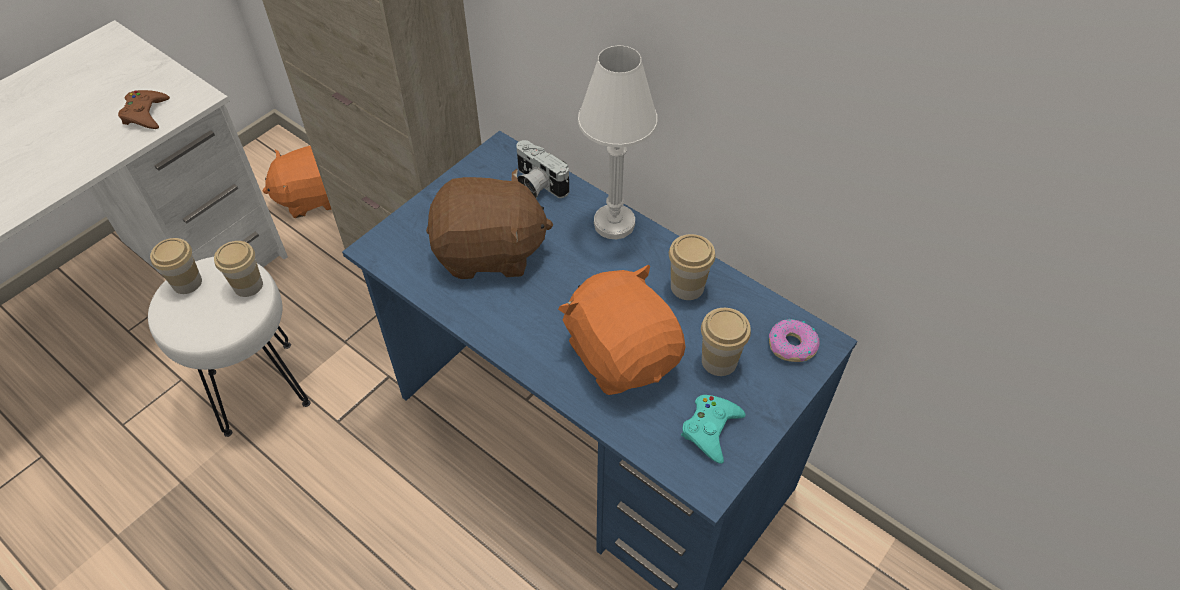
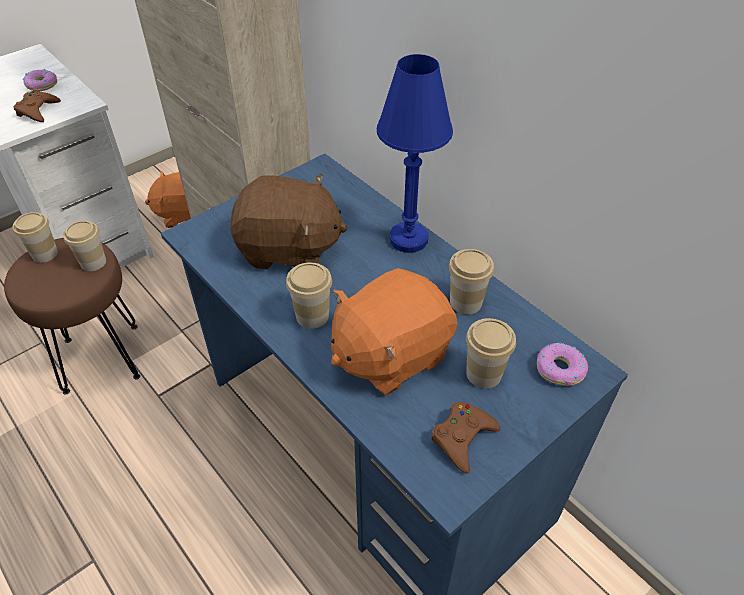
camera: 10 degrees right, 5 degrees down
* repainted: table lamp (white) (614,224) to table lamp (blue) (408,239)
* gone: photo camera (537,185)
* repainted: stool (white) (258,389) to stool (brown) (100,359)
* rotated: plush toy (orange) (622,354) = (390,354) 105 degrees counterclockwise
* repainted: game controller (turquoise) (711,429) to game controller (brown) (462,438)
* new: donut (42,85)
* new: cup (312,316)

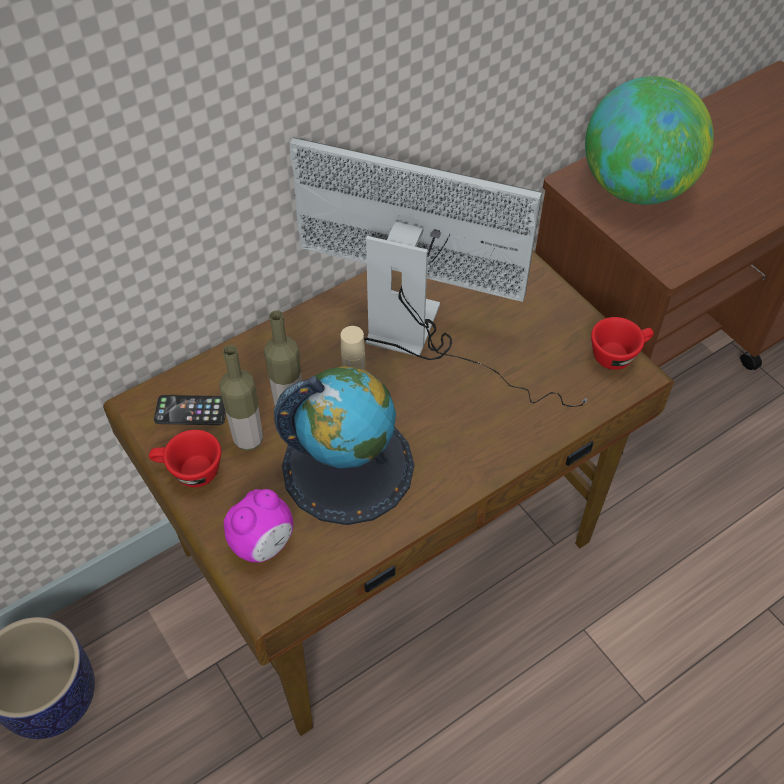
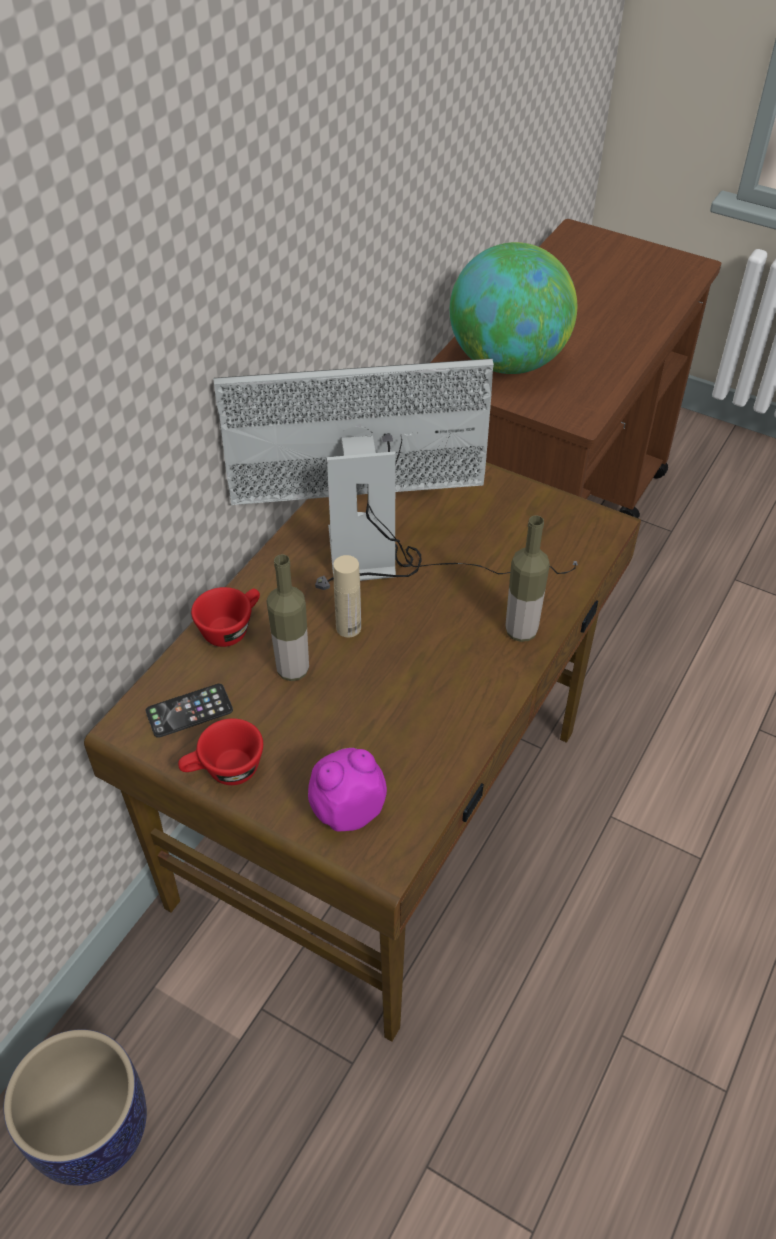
camera: 25 degrees left, 5 degrees down
* shifted: cup (red) (618,354) to (231,628)
* shifted: bottle (248,440) to (521,631)
* gone: globe (348,466)
* rotated: alarm clock (263,544) = (347,810) 135 degrees counterclockwise

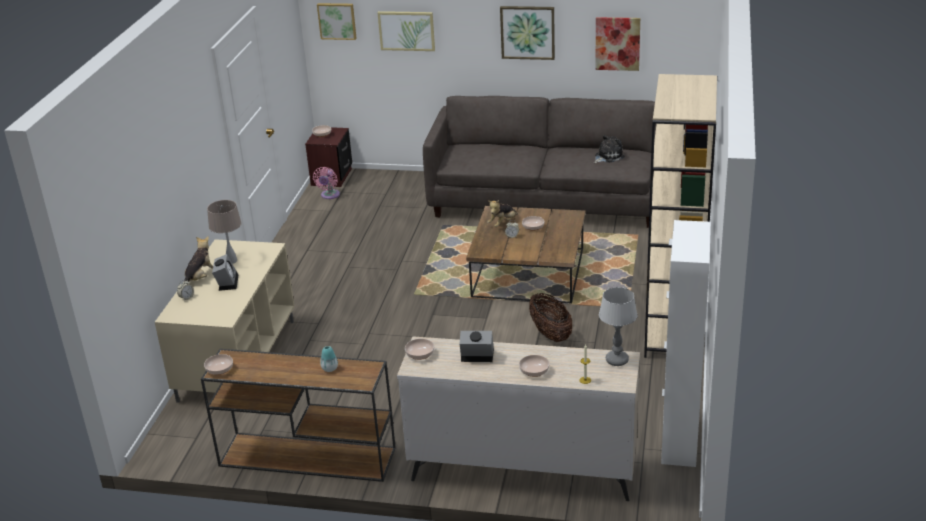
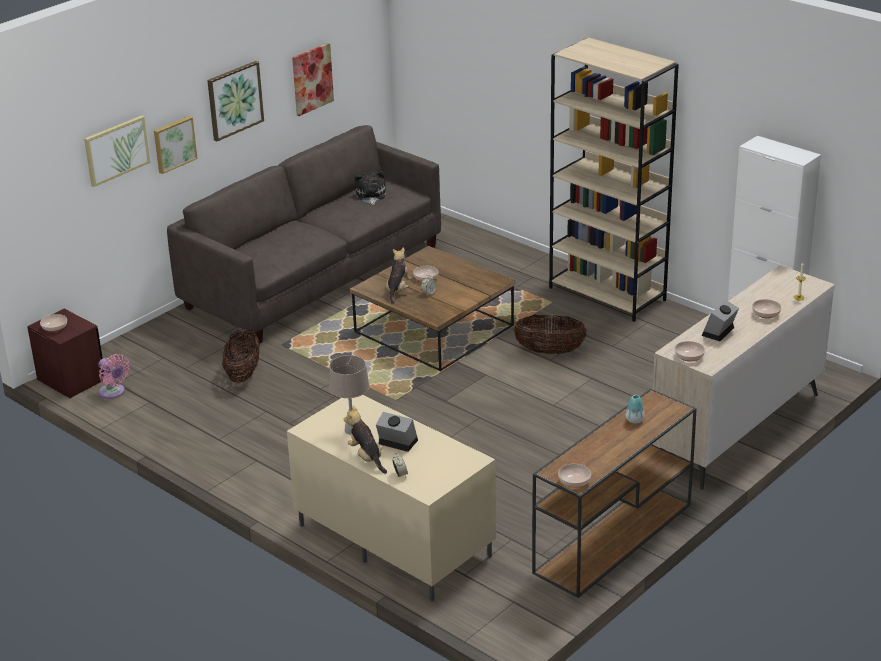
camera: 60 degrees left, 0 degrees up
* shifted: picture (337,20) to (174,144)
* rotated: plush toy (502,223) = (398,290) 150 degrees counterclockwise
* gone: table lamp (617,360)
* new: basket (243,373)

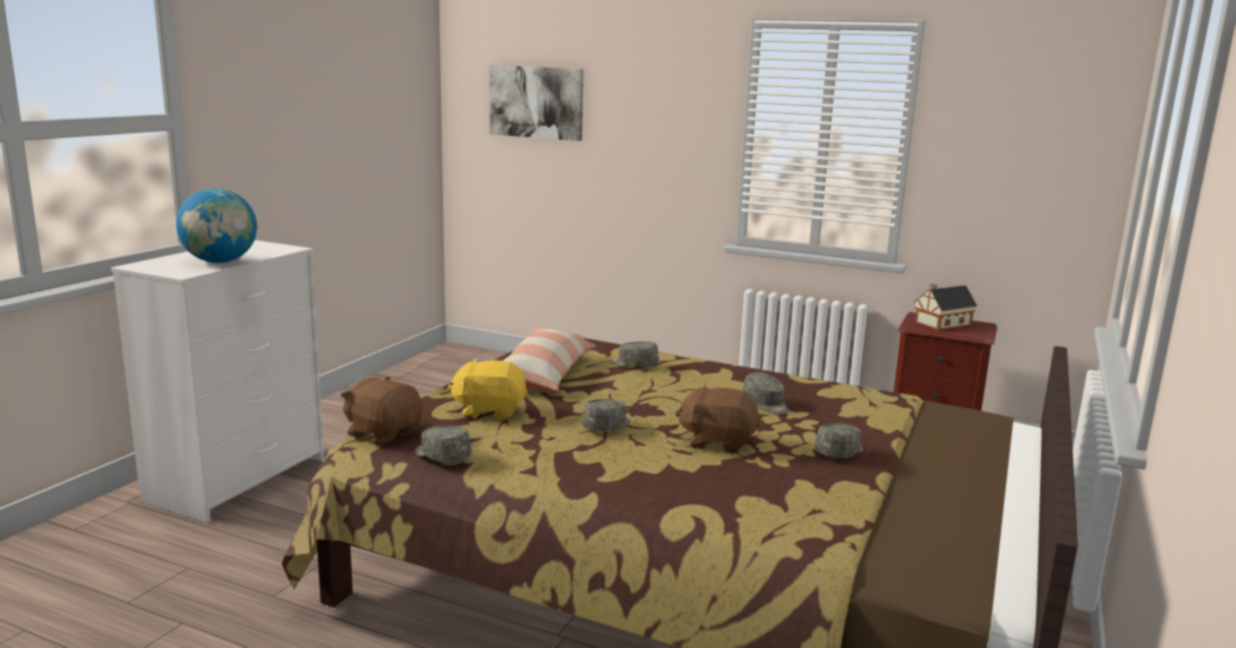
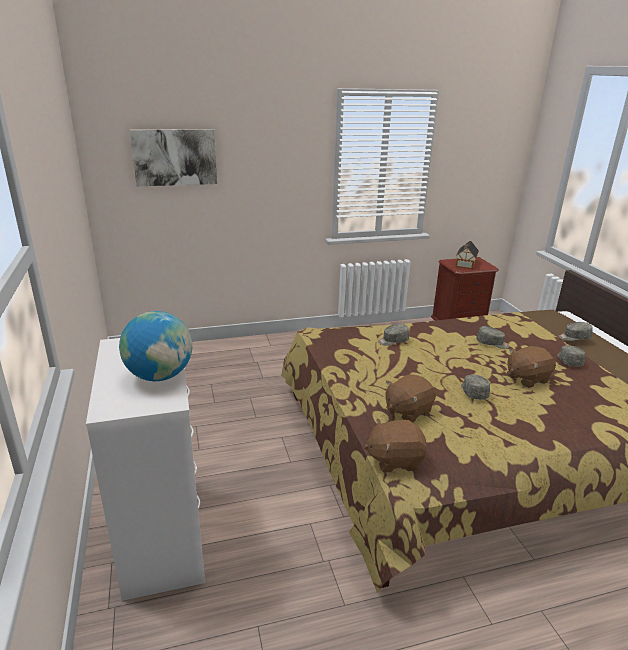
camera: 40 degrees left, 10 degrees up
* gone: pillow (544,374)
* repainted: plush toy (yellow) (489,412) to plush toy (brown) (407,411)
* shifted: cap (grey) (441,456) to (574,337)

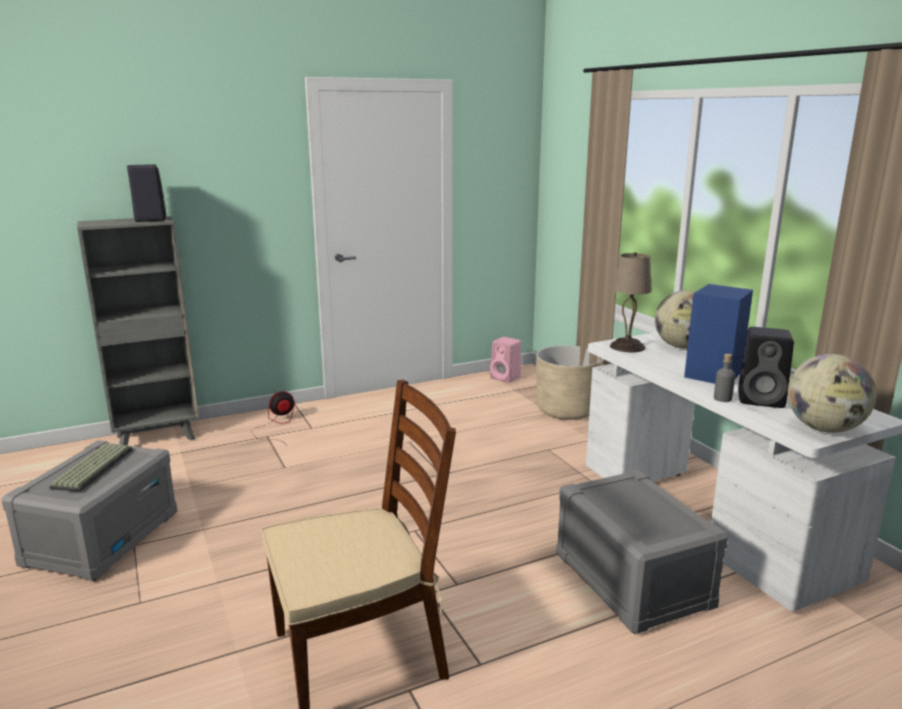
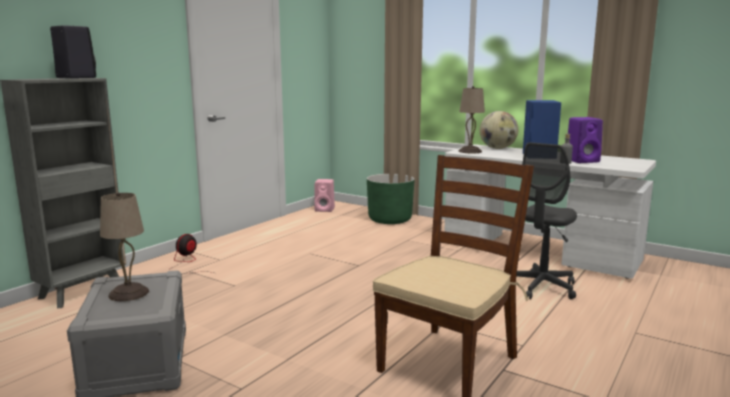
camera: 30 degrees left, 5 degrees down
* repainted: speaker (black) (762,399) to speaker (purple) (583,160)
* repainted: planter (beige) (566,410) to planter (green) (390,219)
* gone: globe (824,429)
* swapped: keyboard (92,468) to table lamp (beige) (128,293)
* swapped: storage box (grey) (631,580) to office chair (grey) (541,287)

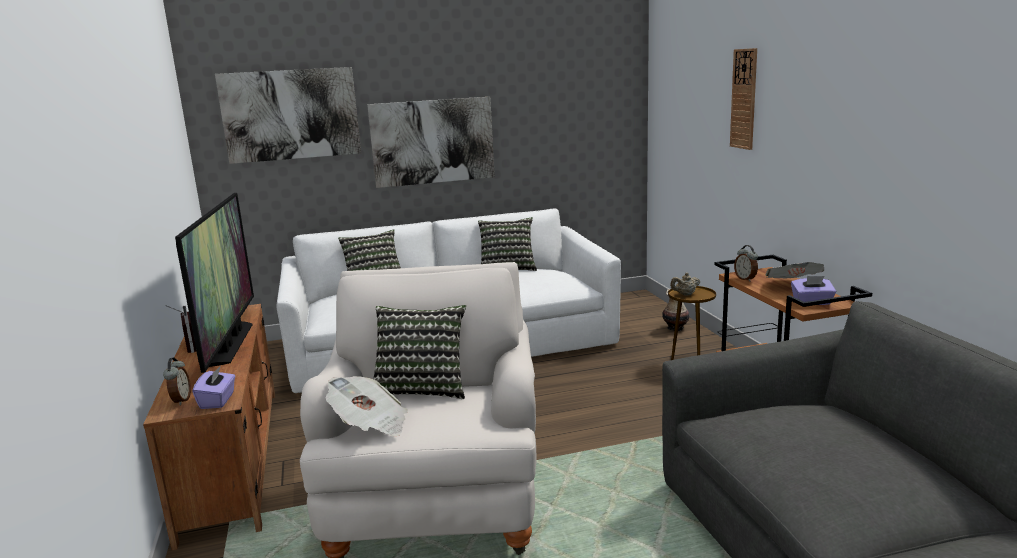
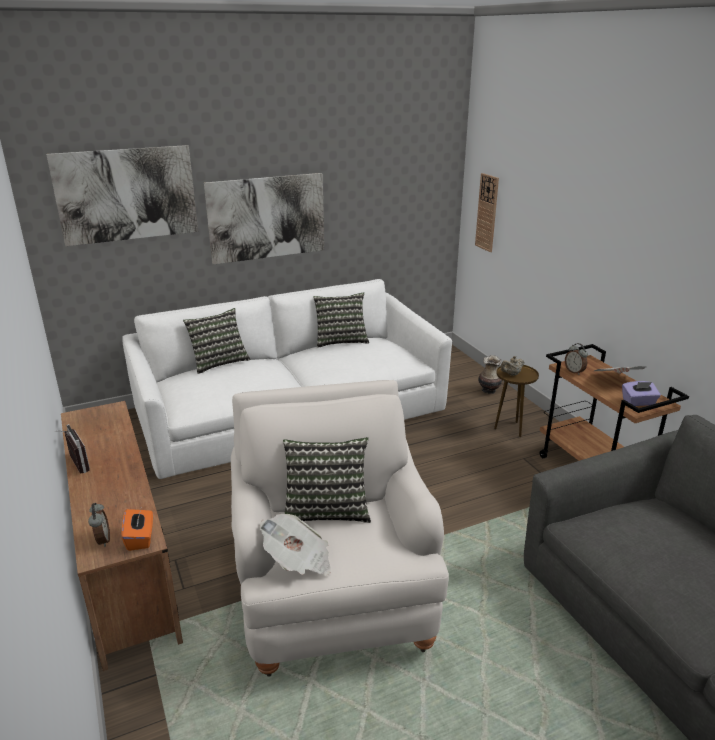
camera: 10 degrees left, 10 degrees up
* shifted: wall clock (744,99) to (487,212)
* gone: television (230,343)
* repainted: tissue box (purple) (218,400) to tissue box (orange) (140,538)

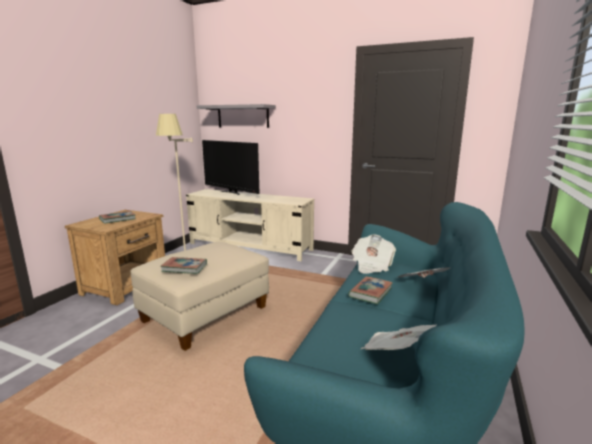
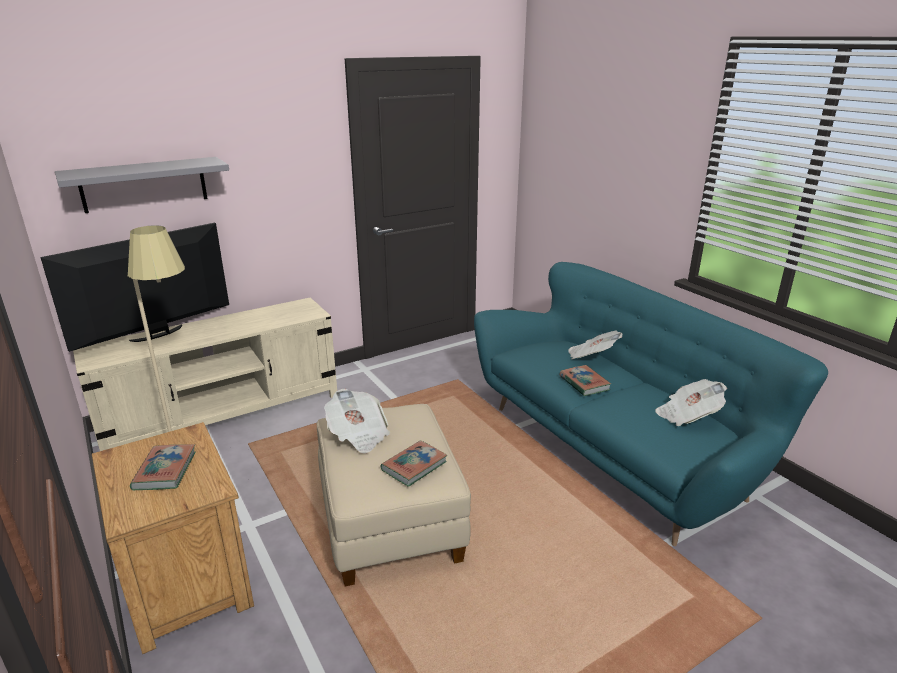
camera: 55 degrees left, 10 degrees up
* rotated: television (231,193) = (158,334) 150 degrees clockwise
* shifted: newspaper (371,265) to (358,435)

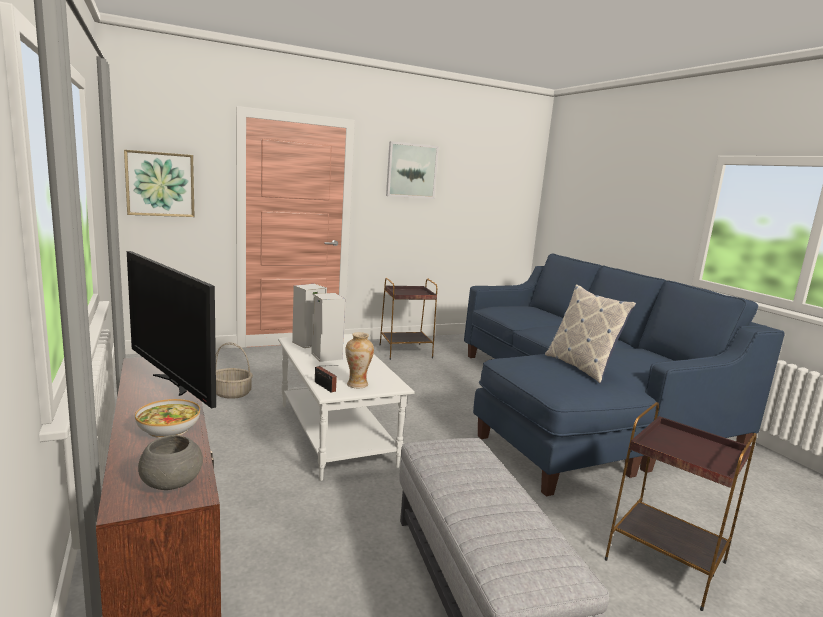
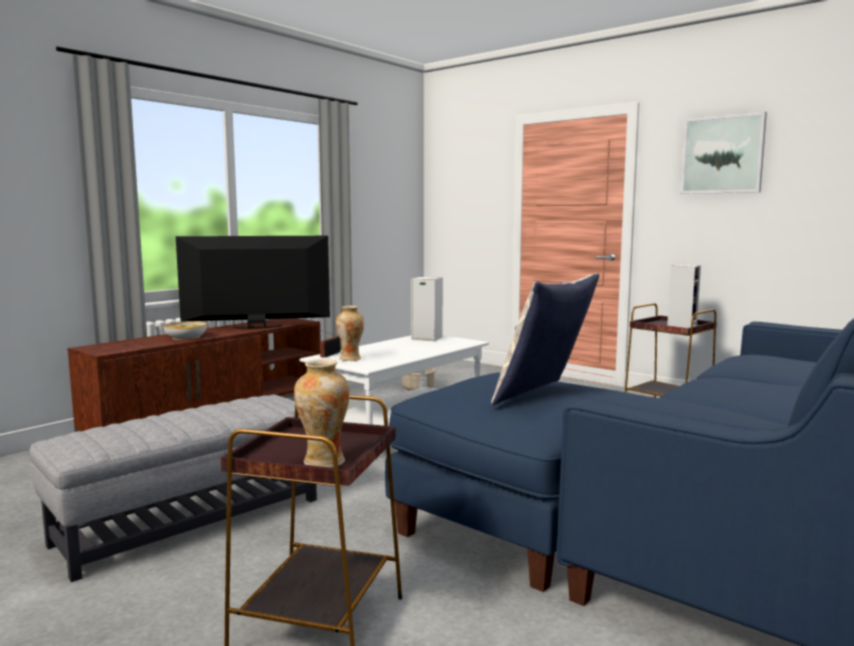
camera: 65 degrees right, 5 degrees down
* gone: picture (160,184)
* rotated: television (173,383) = (257,327) 60 degrees clockwise
* shifted: speaker (325,356) to (681,325)
* gone: bowl (grey) (170,483)
* new: vase (324,462)

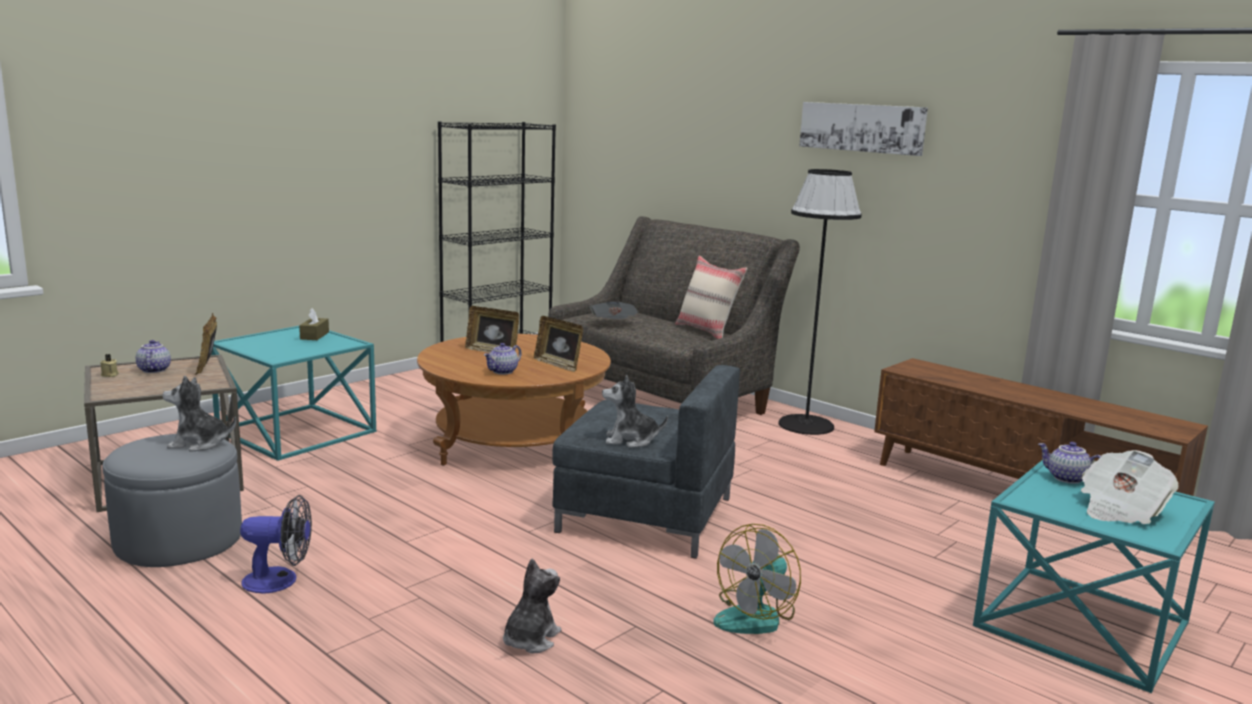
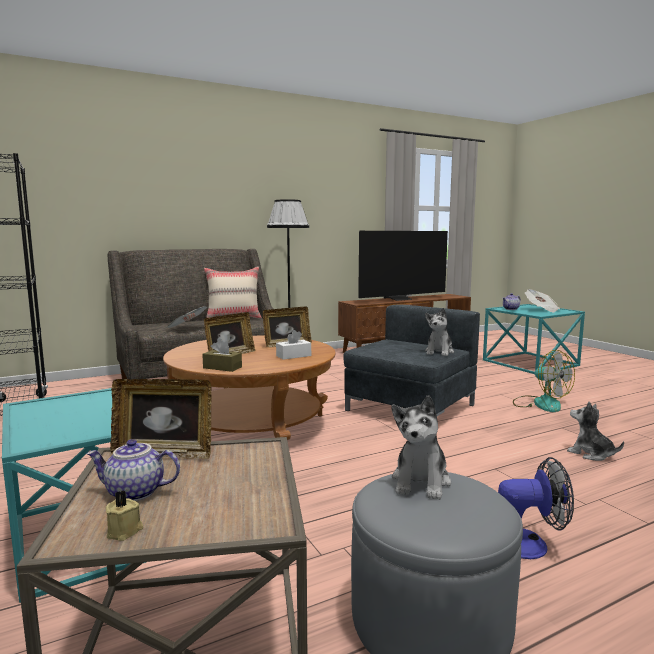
camera: 70 degrees left, 5 degrees down
* gone: picture (862,127)
* shifted: tissue box (brown) (314,335) to (222,367)
* swapped: teapot (503,372) to tissue box (white) (293,356)
* rotated: fan (279,581) = (529,544) 75 degrees clockwise
* new: television (400,299)

